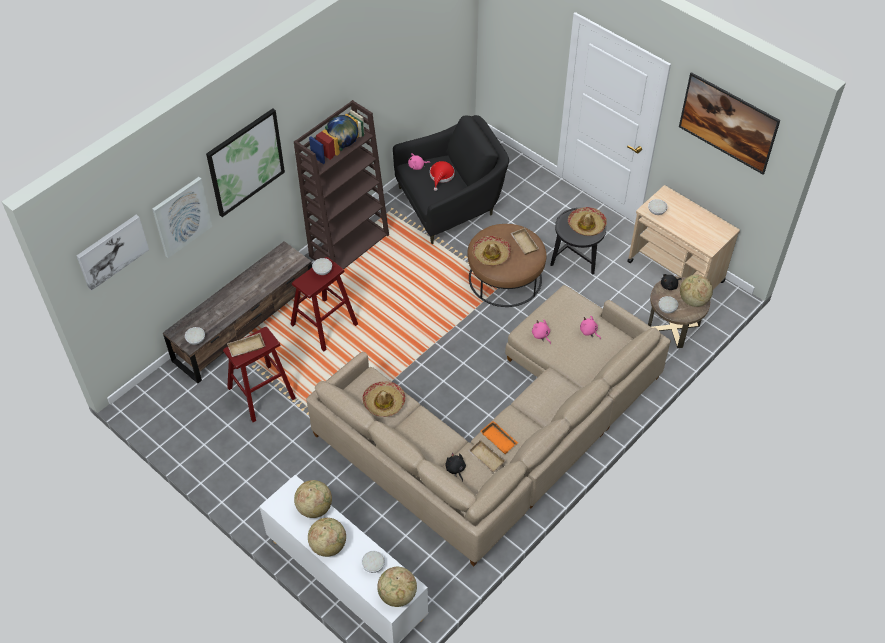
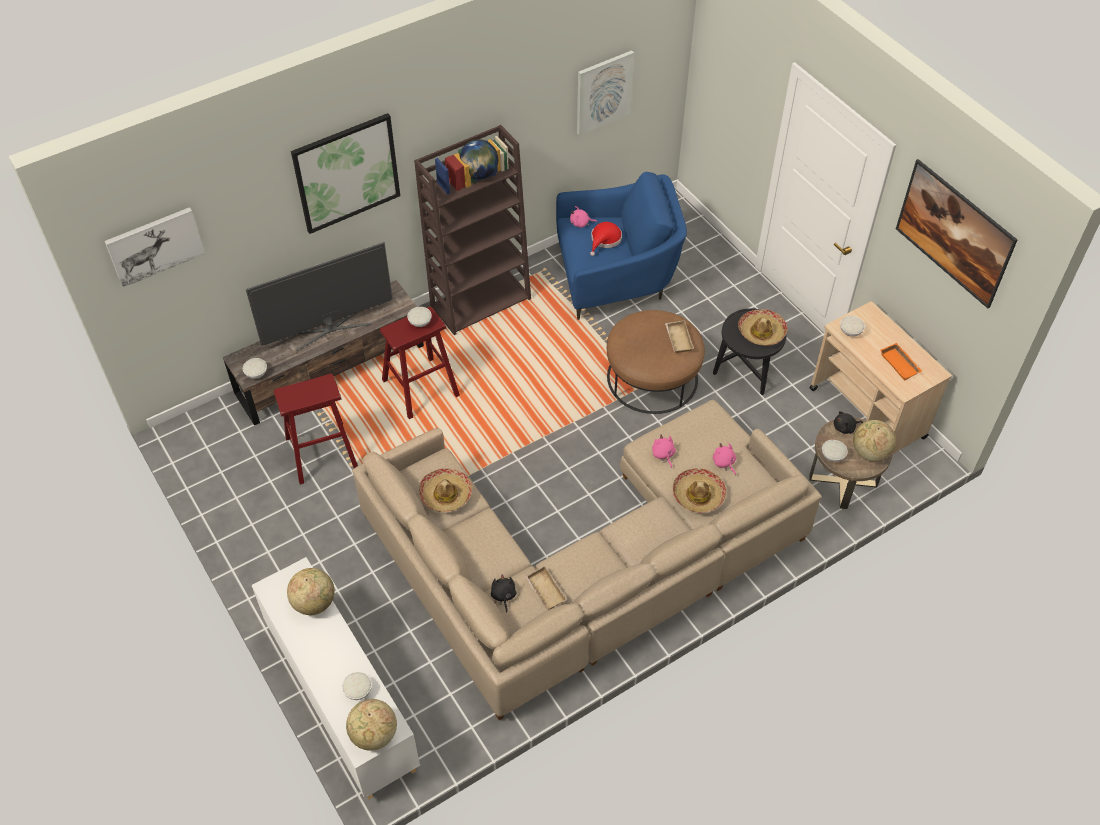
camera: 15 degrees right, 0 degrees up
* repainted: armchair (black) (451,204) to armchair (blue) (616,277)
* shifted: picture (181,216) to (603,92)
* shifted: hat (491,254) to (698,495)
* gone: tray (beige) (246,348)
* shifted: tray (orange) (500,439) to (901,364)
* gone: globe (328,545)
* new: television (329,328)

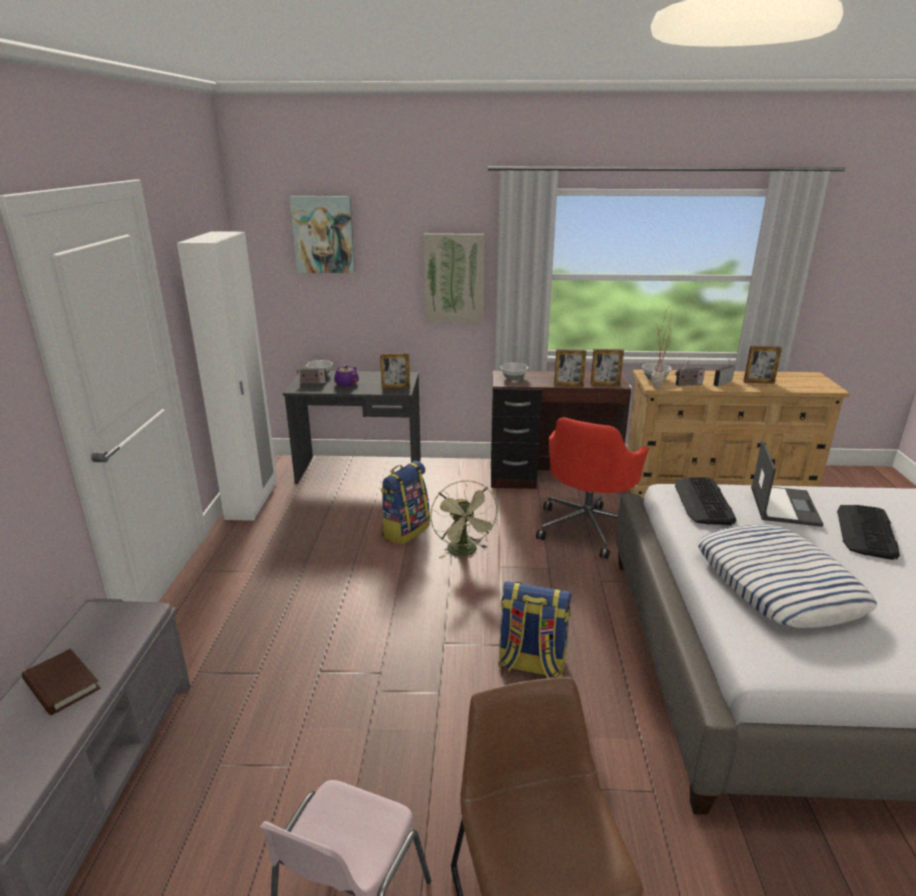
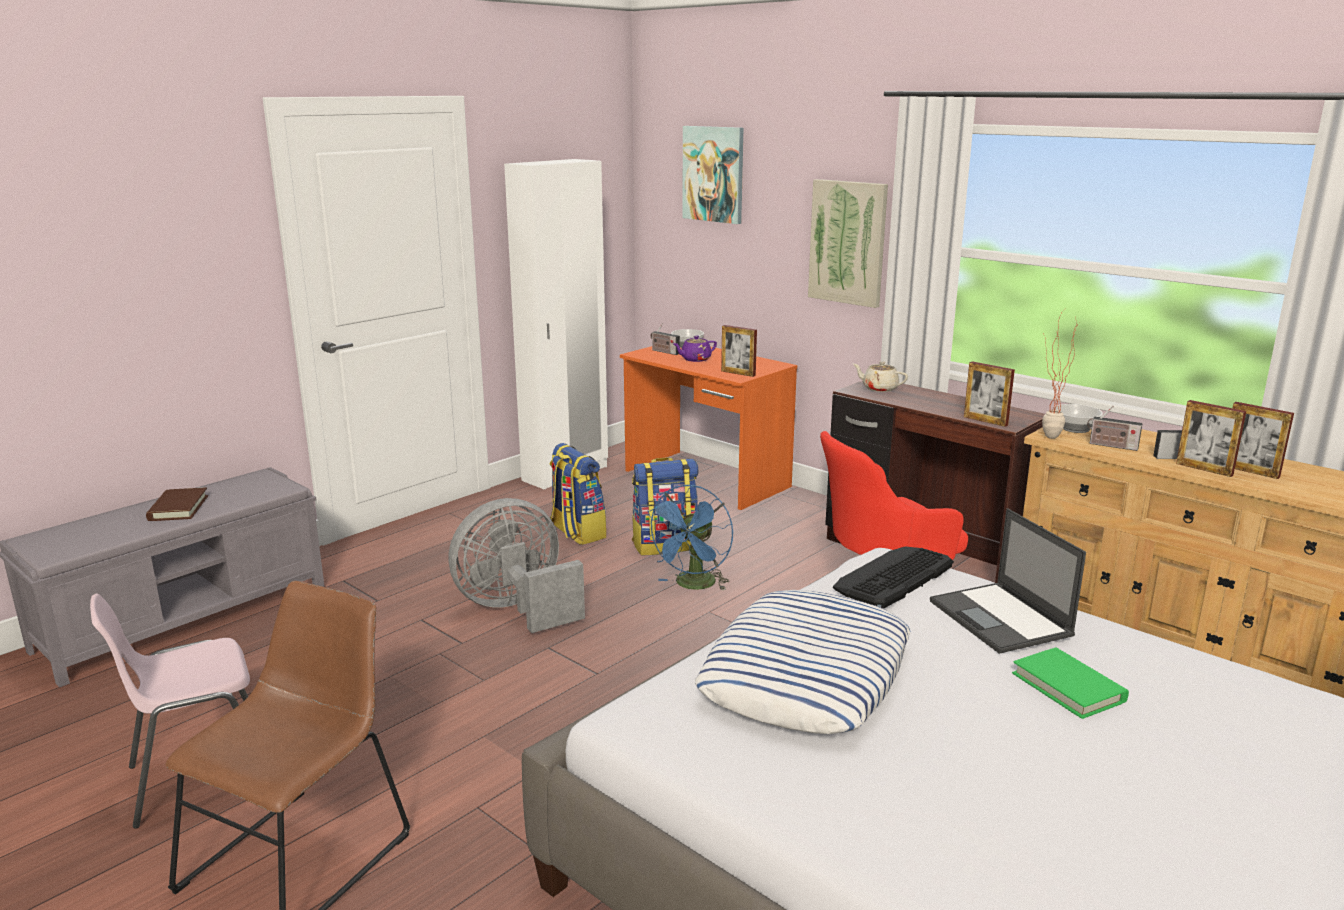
camera: 40 degrees right, 5 degrees down
* shifted: picture frame (568,385) to (1204,469)
* swapped: bowl (514,378) to teapot (beige) (879,388)
* repainted: desk (grey) (360,471) to desk (orange) (705,479)
* rotated: laptop (784,505) = (1001,619) 105 degrees clockwise
* repainted: fan (green) (465,552) to fan (blue) (693,586)
* swapped: keyboard (866,531) to book (green) (1068,687)
* shifted: backpack (531,664) to (576,532)
* new: fan (grey) (517,609)

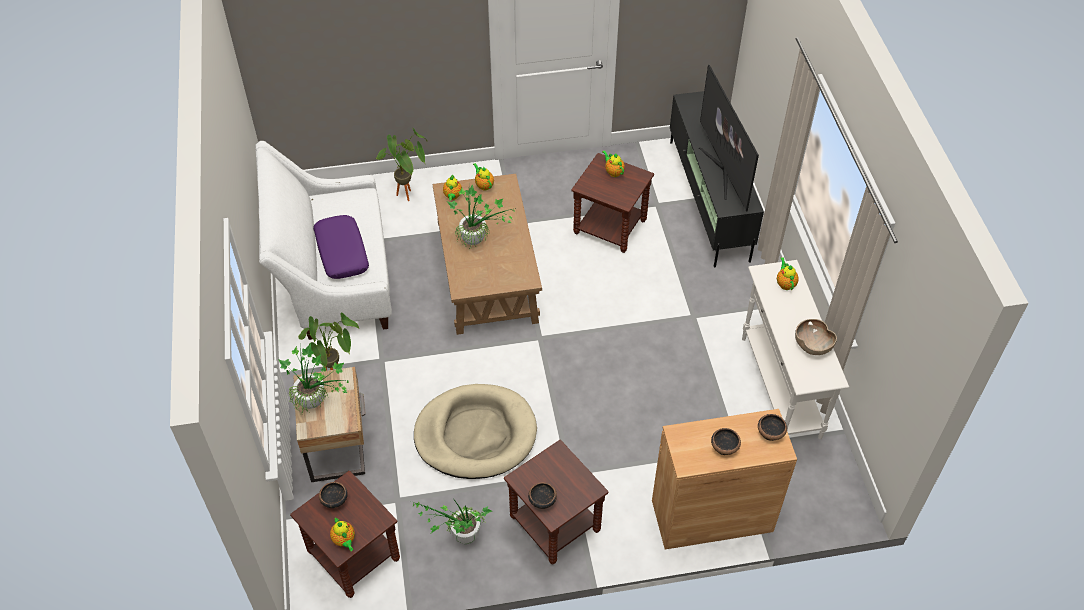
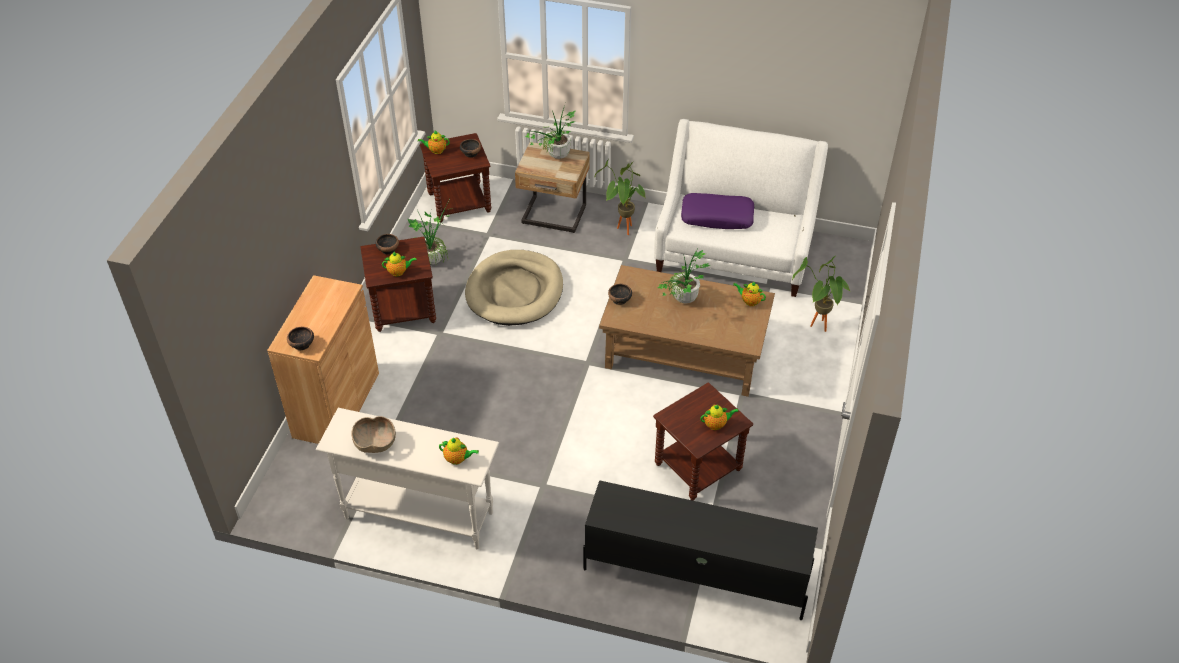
camera: 115 degrees right, 5 degrees down
* gone: television (723,170)
* shifted: teapot (484,185) to (399,272)
* shifted: bowl (724,447) to (620,300)

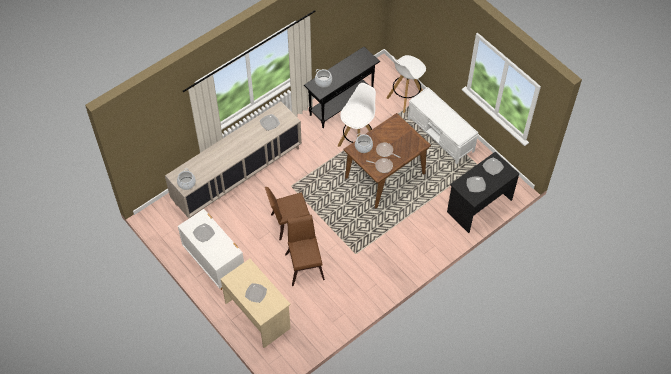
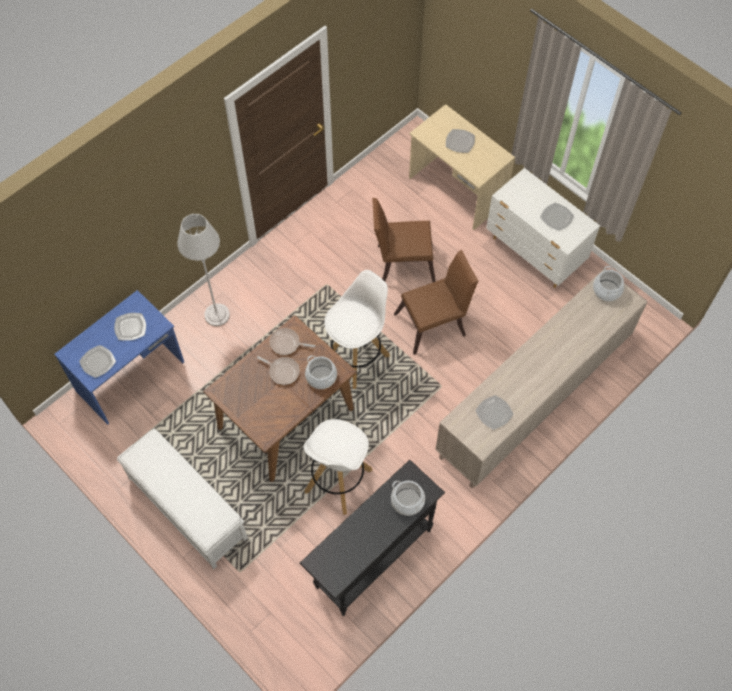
camera: 175 degrees right, 5 degrees up
* shifted: stool (white) (405,98) to (357,358)
* repainted: desk (black) (478,205) to desk (blue) (131,377)
* rotated: chair (brown) (304,264) = (401,264) 105 degrees clockwise
* new: floor lamp (grey) (217,315)

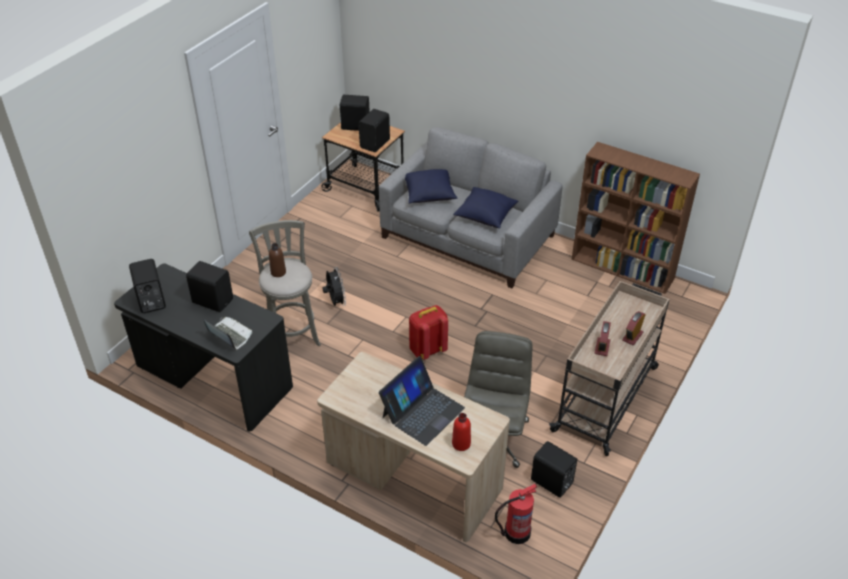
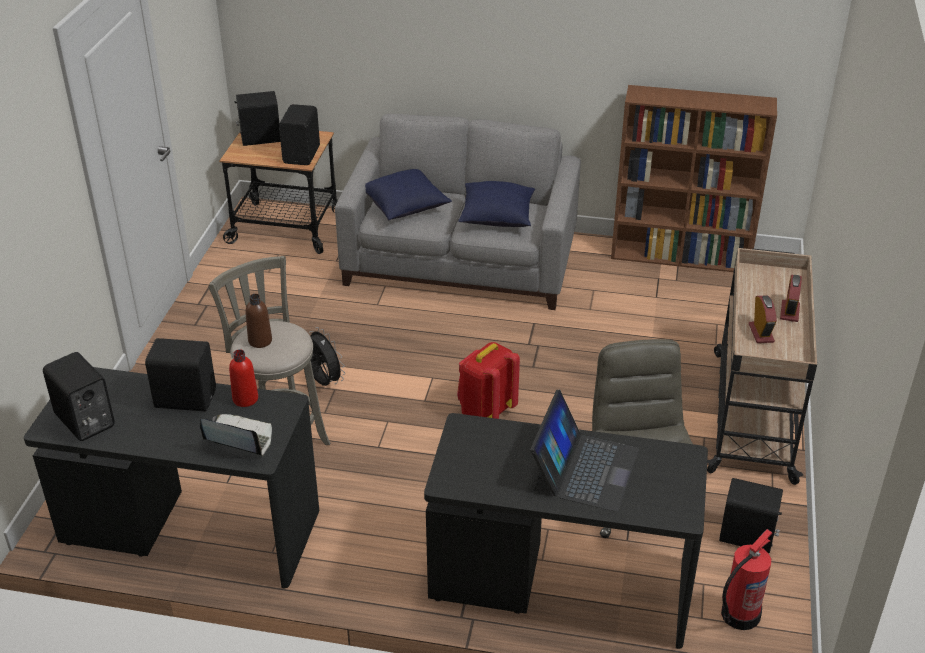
camera: 20 degrees left, 5 degrees down
* repainted: desk (beige) (413,478) to desk (black) (560,584)
* shifted: bottle (red) (461,444) to (245,399)

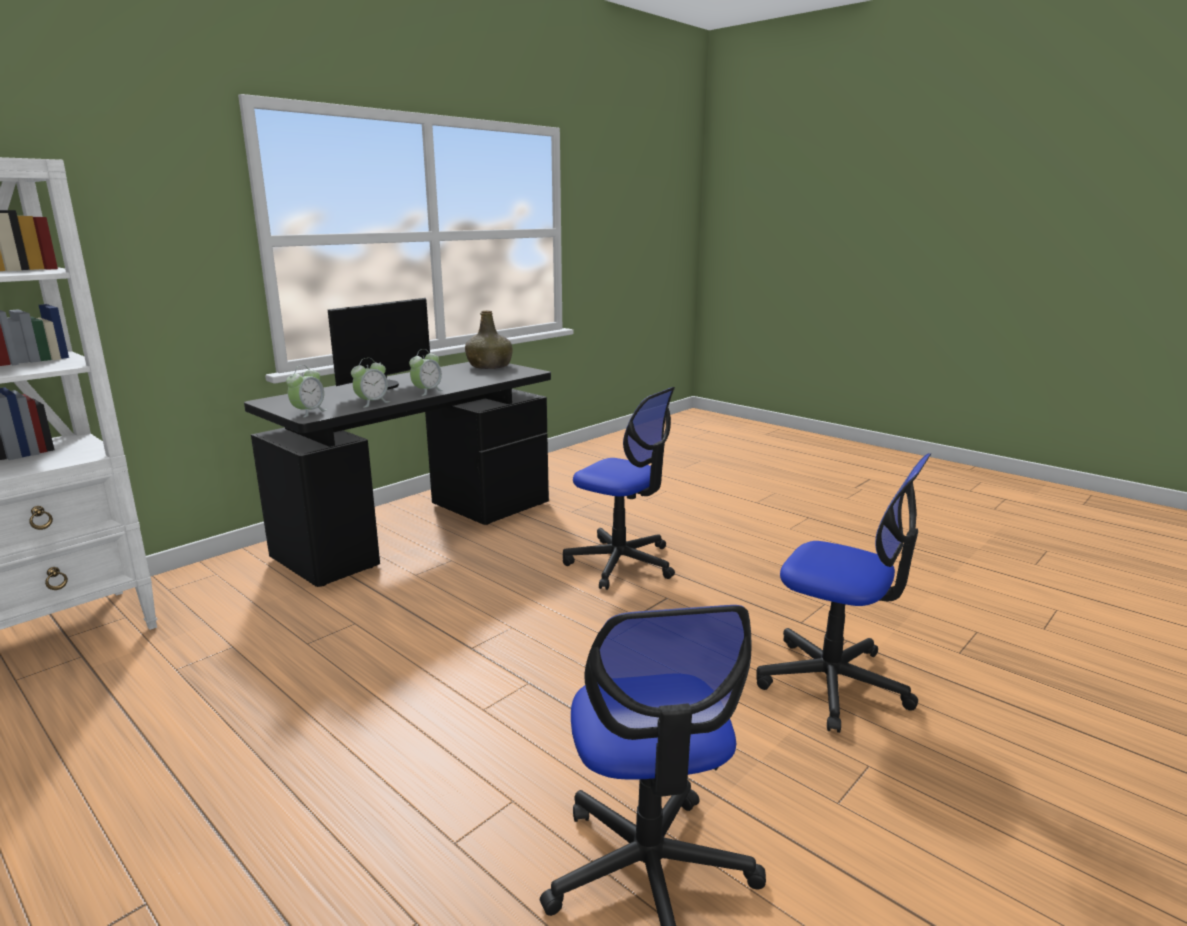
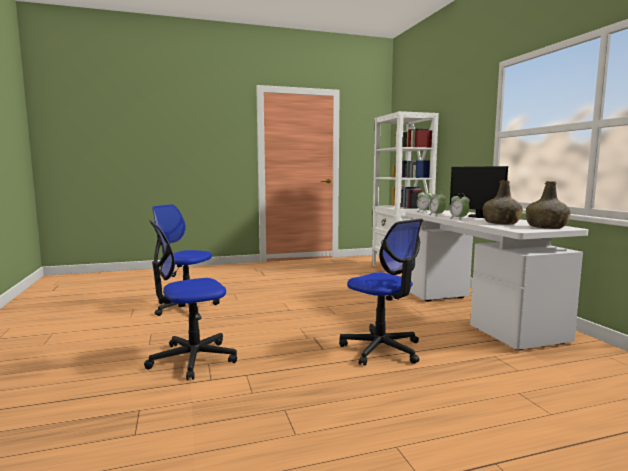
camera: 120 degrees right, 10 degrees down
* repainted: desk (black) (421,529) to desk (white) (476,313)
* rotated: office chair (621,563) = (381,349) 105 degrees counterclockwise
* new: bottle (green) (501,223)

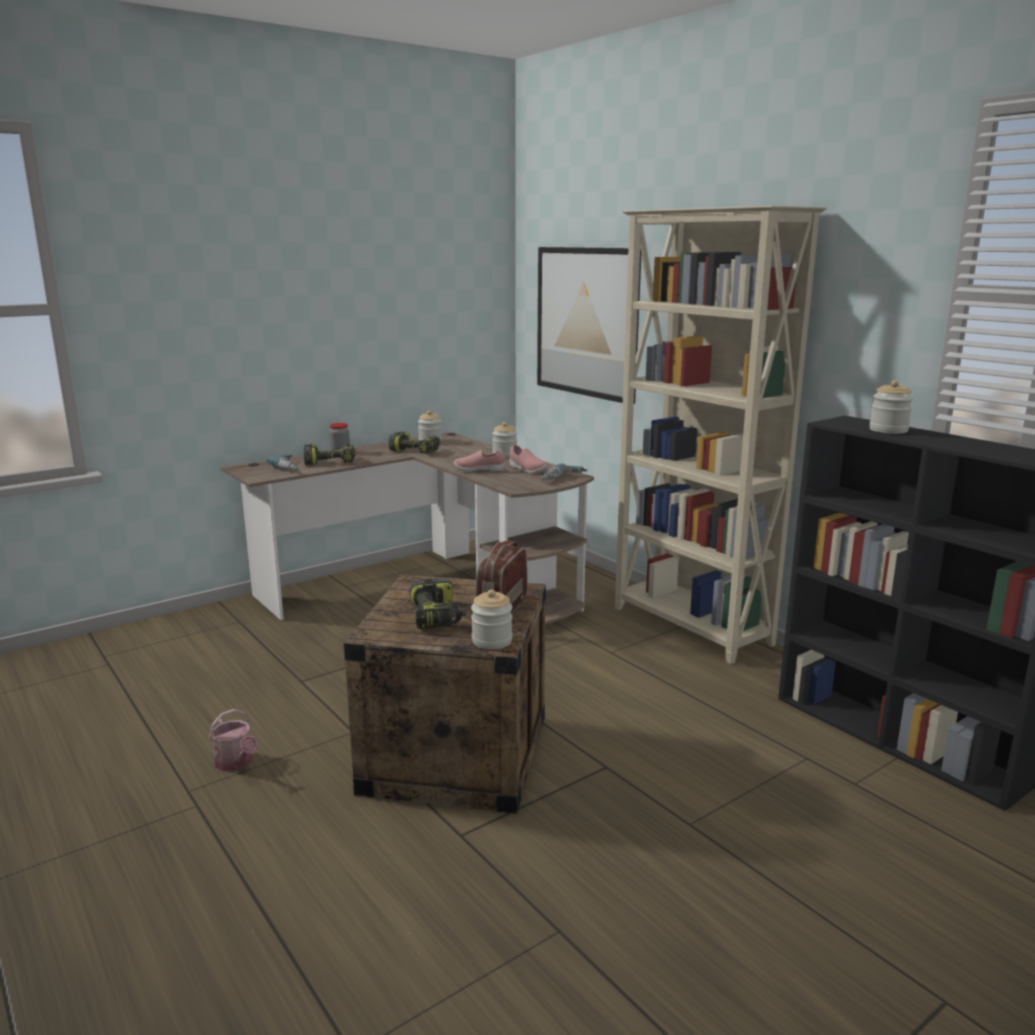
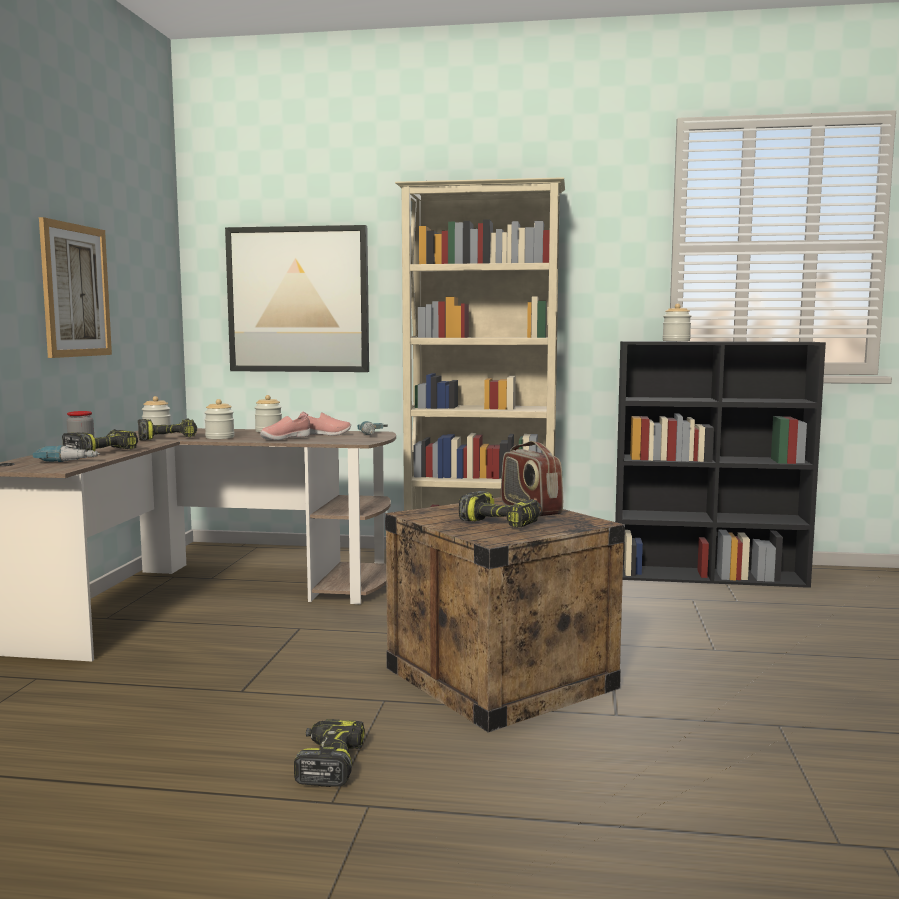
camera: 45 degrees left, 10 degrees down
* shifted: jar (492,641) to (220,437)
* swapped: watering can (236,763) to power drill (328,764)
* new: picture (75,290)

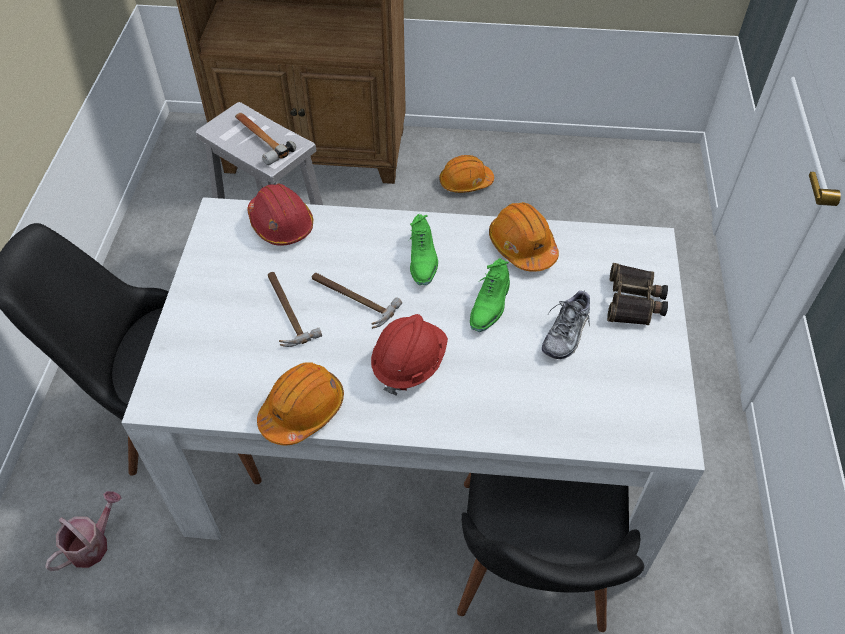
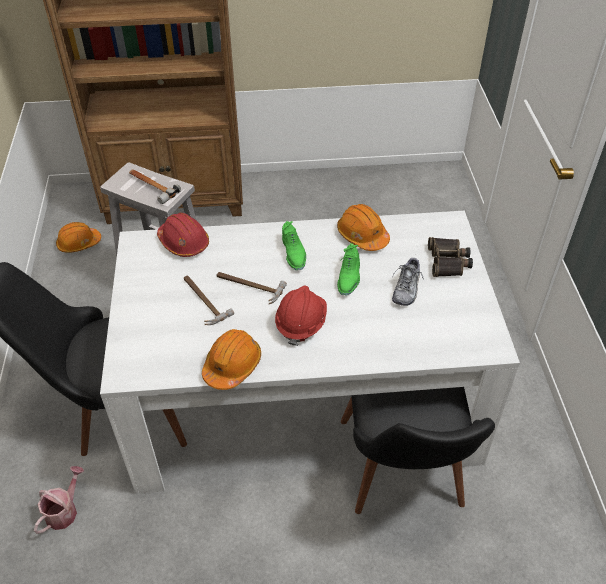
camera: 10 degrees left, 5 degrees down
* shifted: hard hat (orange) (465,182) to (79,243)

